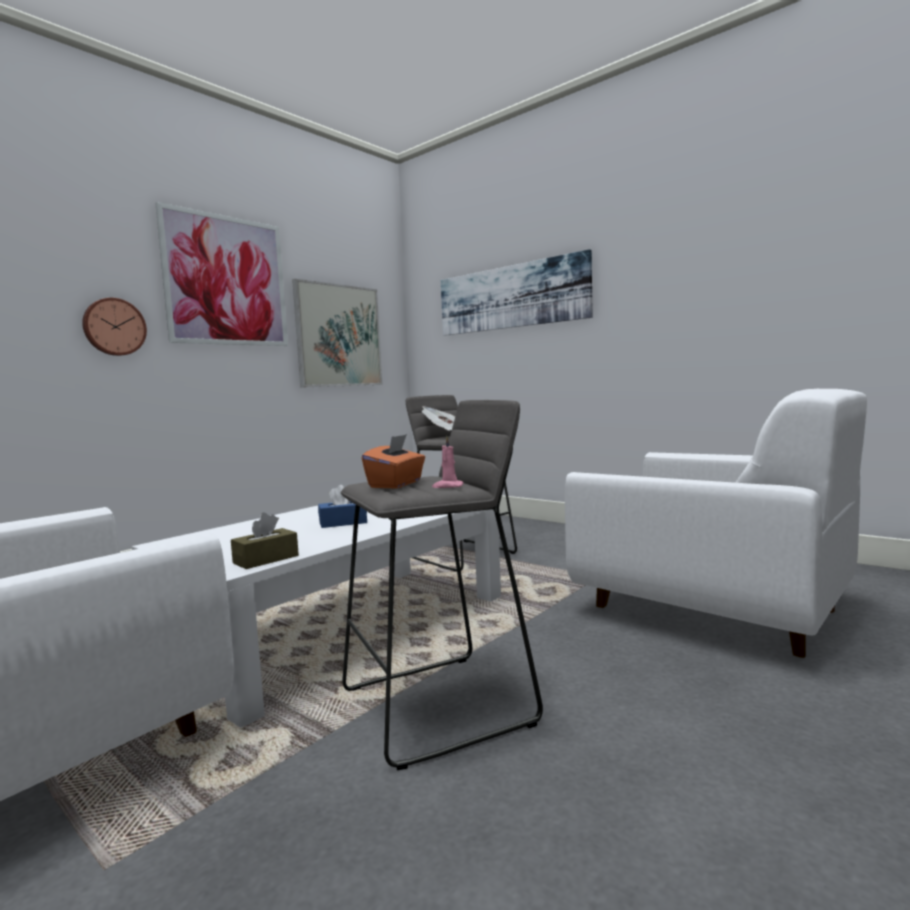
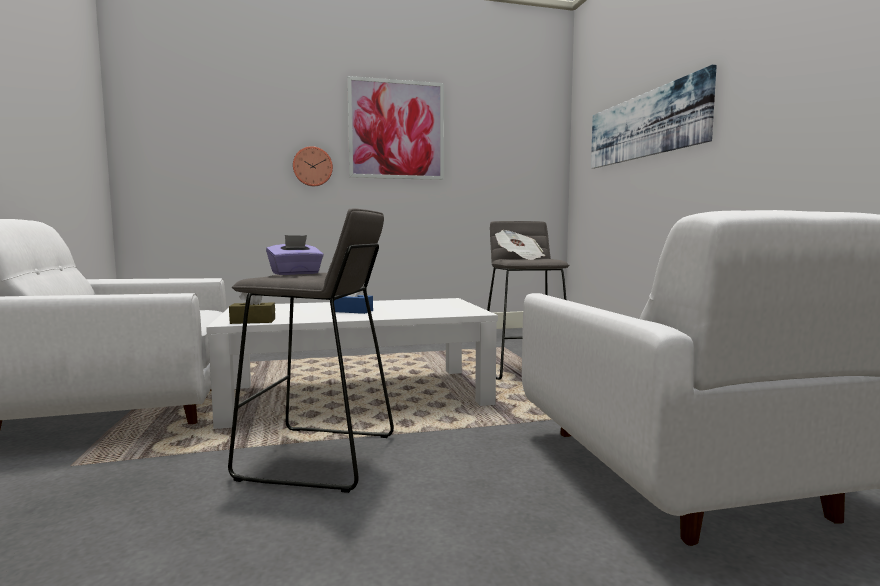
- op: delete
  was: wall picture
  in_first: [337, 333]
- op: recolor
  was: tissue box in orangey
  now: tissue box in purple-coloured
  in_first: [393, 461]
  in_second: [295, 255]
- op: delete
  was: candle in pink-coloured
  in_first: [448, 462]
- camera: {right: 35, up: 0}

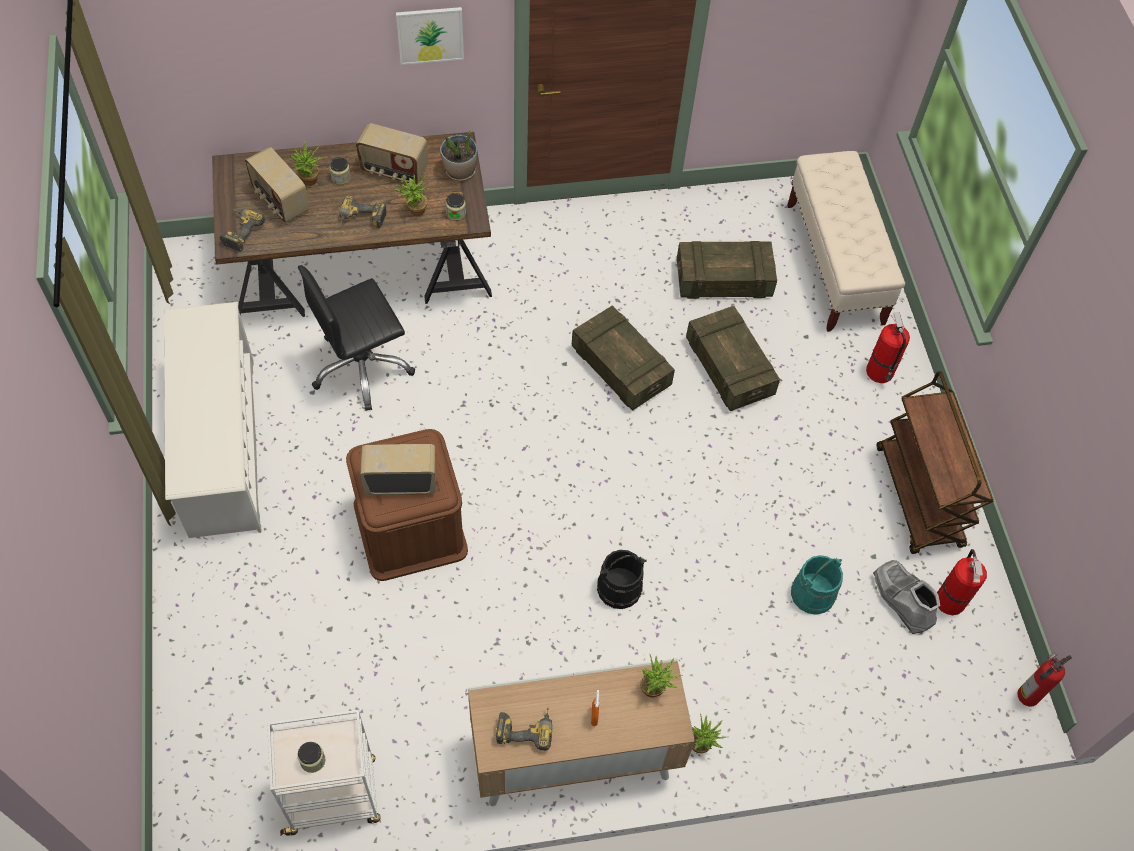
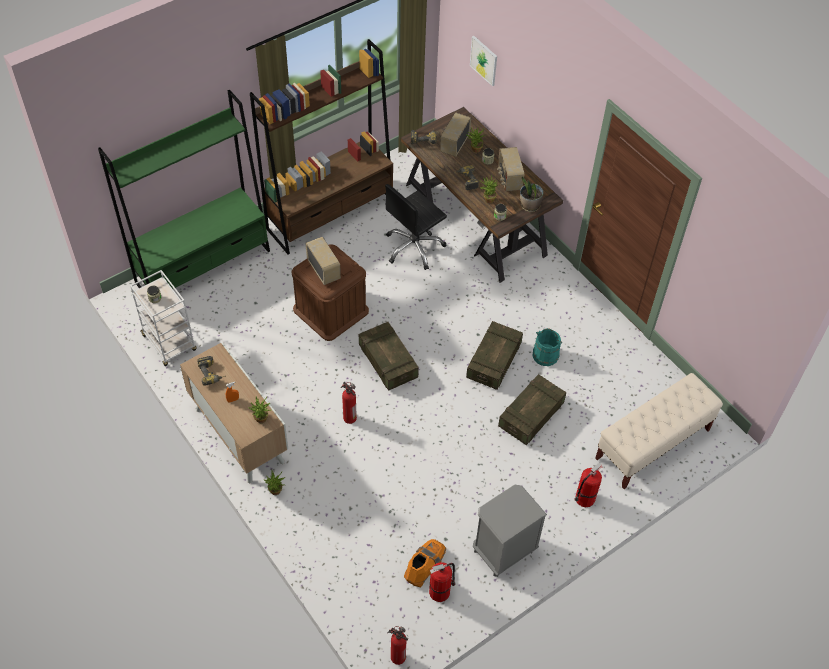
- op: move
  was: wall picture
  in_first: [430, 36]
  in_second: [483, 61]
- op: move
  was: shipping crate
  in_first: [727, 270]
  in_second: [389, 356]
- op: rotate
  was: computer chair in black
  in_first: [356, 338]
  in_second: [416, 227]
  clockwise: -75
- op: replace
  was: shoe rack in white
  now: shelving unit in brownish
  in_first: [213, 420]
  in_second: [321, 146]
- op: replace
  was: wheeled cart in brownish
  now: bedside table in gray
  in_first: [935, 462]
  in_second: [510, 531]
- op: replace
  was: bucket in black
  now: extinguisher
  in_first: [622, 579]
  in_second: [349, 403]
- op: move
  was: bucket in blue-green
  in_first: [817, 585]
  in_second: [547, 347]
- op: recolor
  was: high-top boot in gray
  now: high-top boot in orangey
  in_first: [906, 597]
  in_second: [425, 563]
- op: insert
  now: shelving unit in greenish
  in_second: [184, 189]
- camera: {right: 65, up: -5}

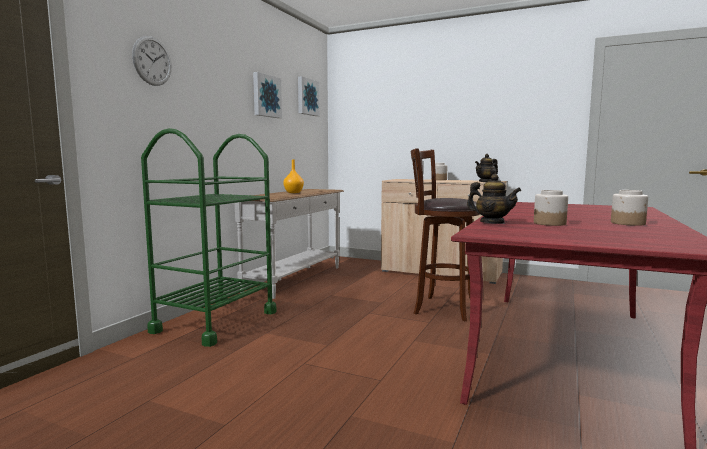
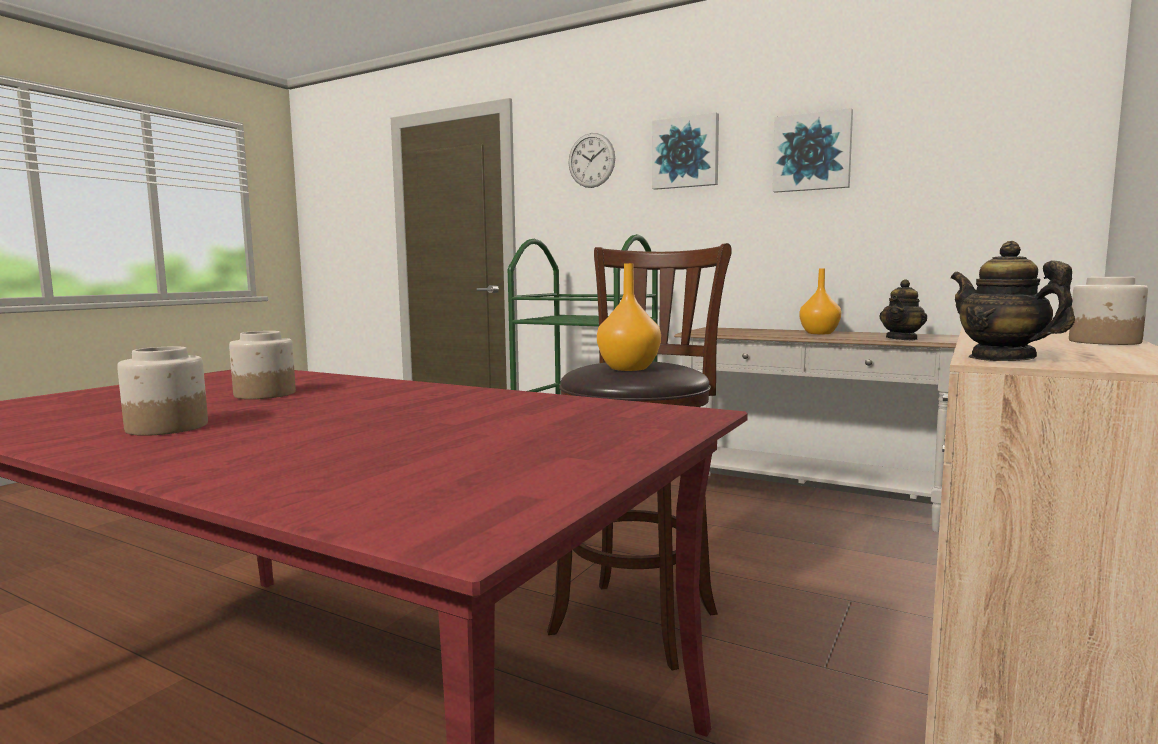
- op: move
  was: wall picture
  in_first: [309, 96]
  in_second: [685, 151]
- op: move
  was: tea pot
  in_first: [494, 199]
  in_second: [903, 309]
- op: insert
  now: flower vase in orangey
  in_second: [629, 317]
- camera: {right: 95, up: 0}

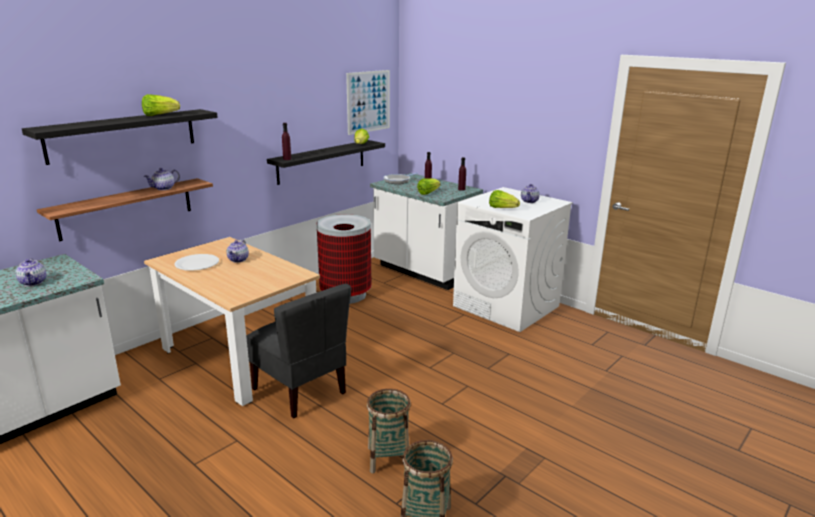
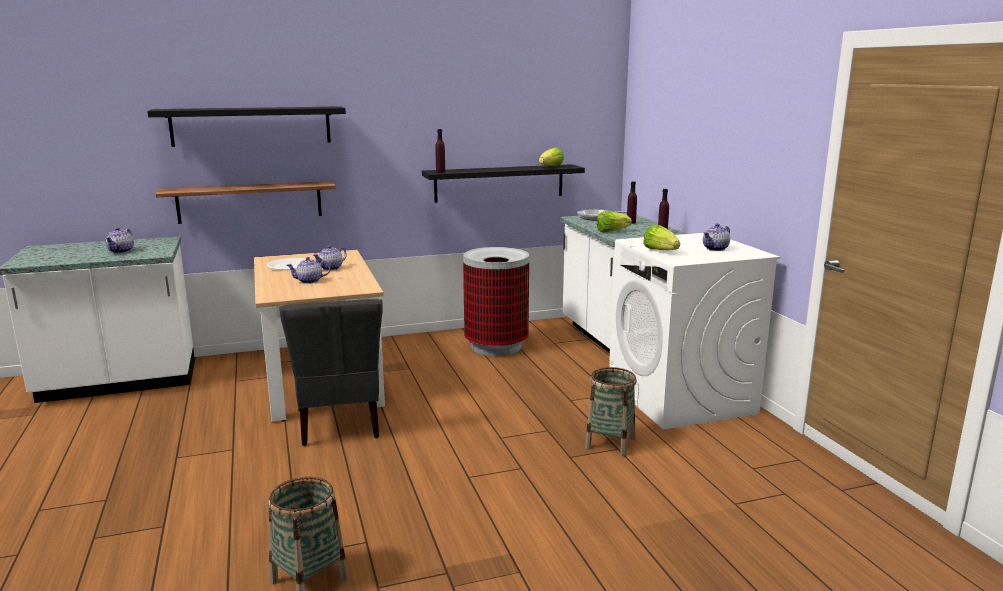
- op: delete
  was: wall picture
  in_first: [368, 102]
- op: delete
  was: lettuce head
  in_first: [161, 105]
- op: move
  was: tea pot
  in_first: [162, 179]
  in_second: [308, 270]
- op: move
  was: basket
  in_first: [389, 431]
  in_second: [611, 411]
- camera: {right: 30, up: -5}

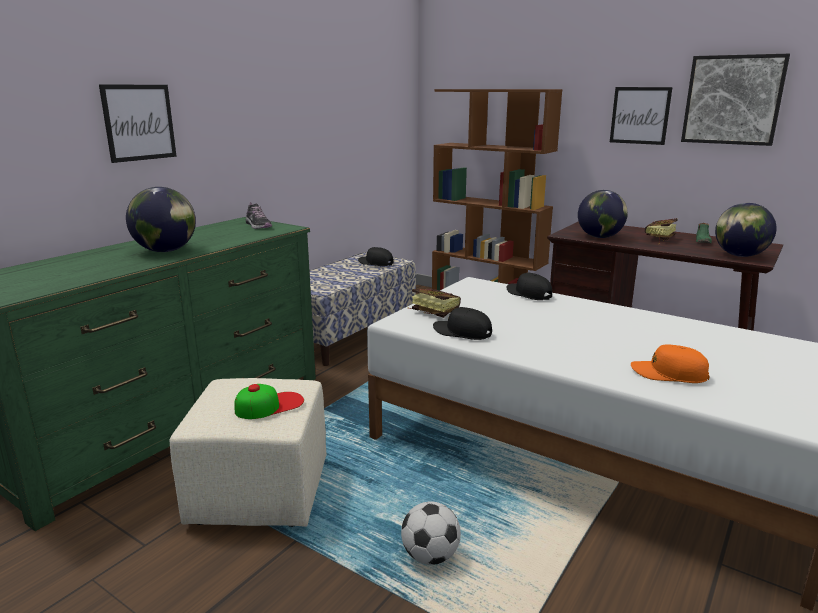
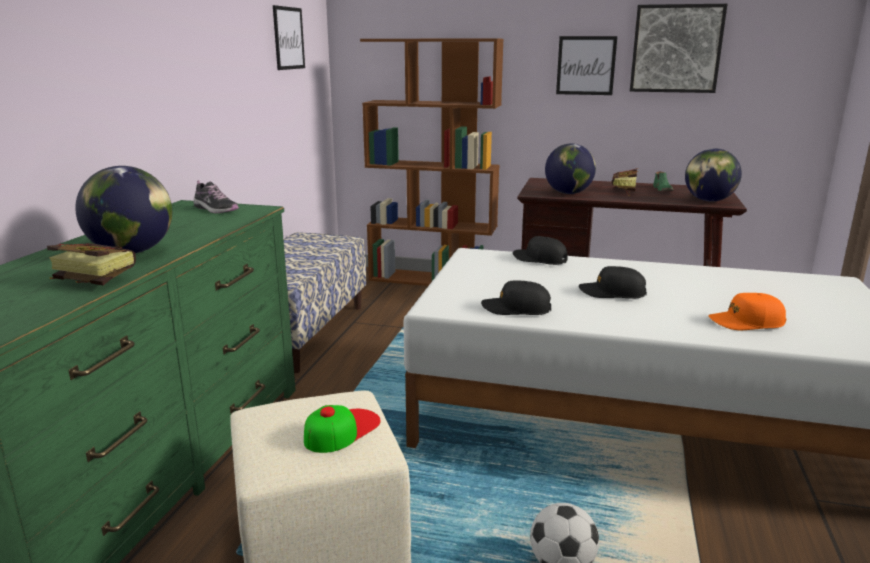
- op: move
  was: wall picture
  in_first: [138, 123]
  in_second: [289, 37]
- op: move
  was: peaked cap in black
  in_first: [376, 256]
  in_second: [613, 282]
- op: move
  was: volume
  in_first: [434, 303]
  in_second: [91, 264]
- camera: {right: -20, up: 0}

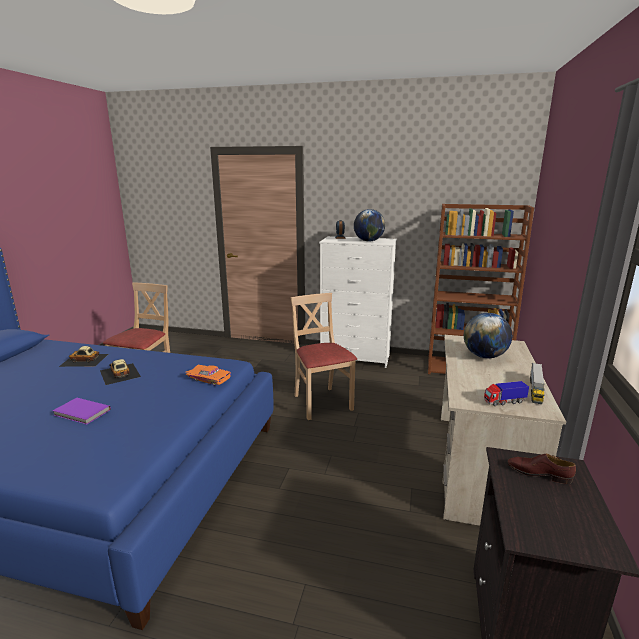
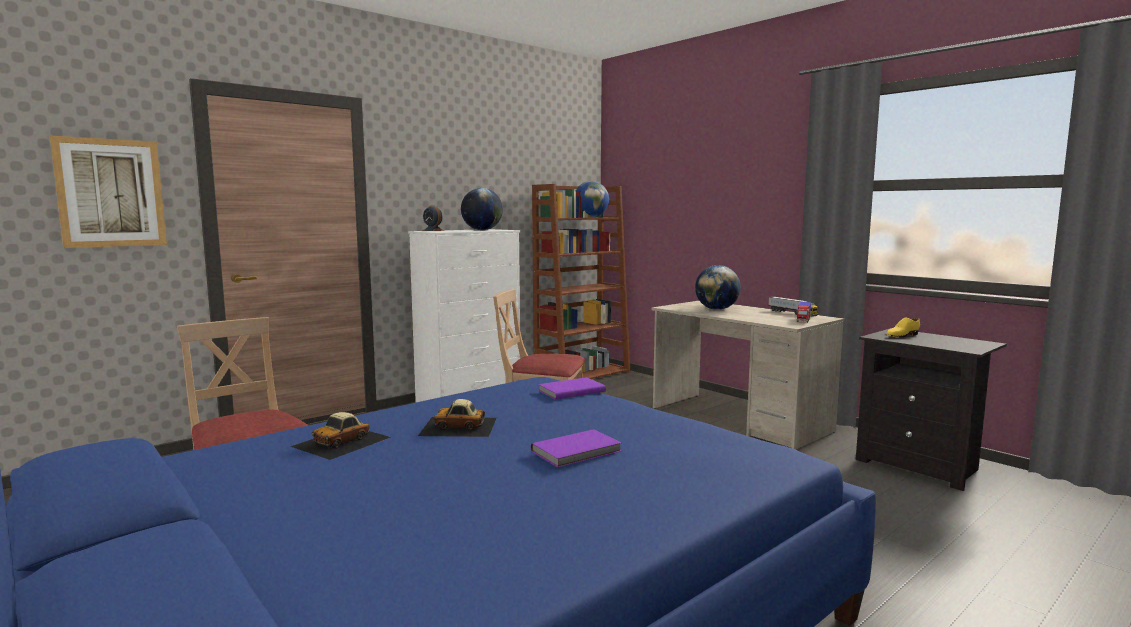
- op: replace
  was: model car in orangey
  now: volume in purple-coloured
  in_first: [208, 375]
  in_second: [572, 388]
- op: recolor
  was: item of footwear in brownish
  now: item of footwear in yellow
  in_first: [541, 469]
  in_second: [903, 328]
- op: insert
  now: wall picture
  in_second: [108, 192]
- op: insert
  now: desk globe
  in_second: [592, 199]
- camera: {right: -55, up: -10}

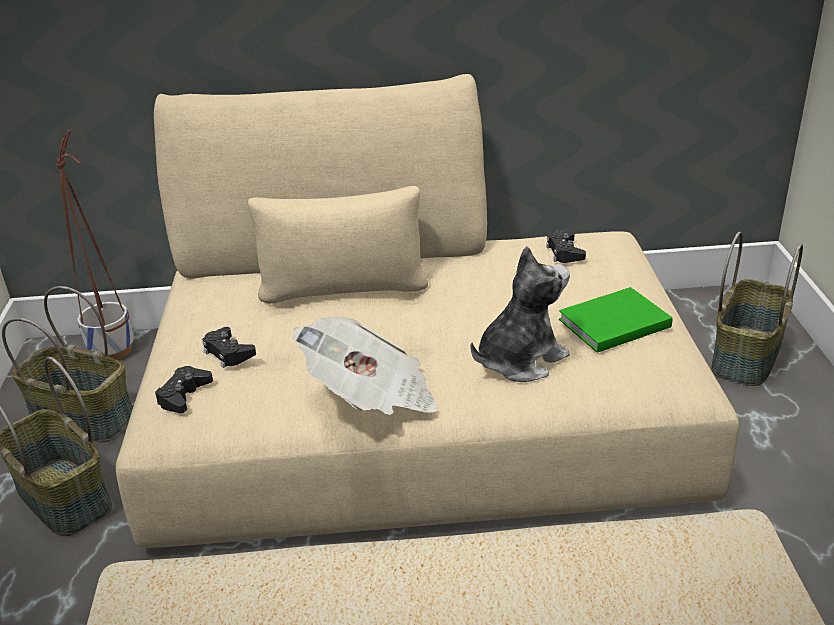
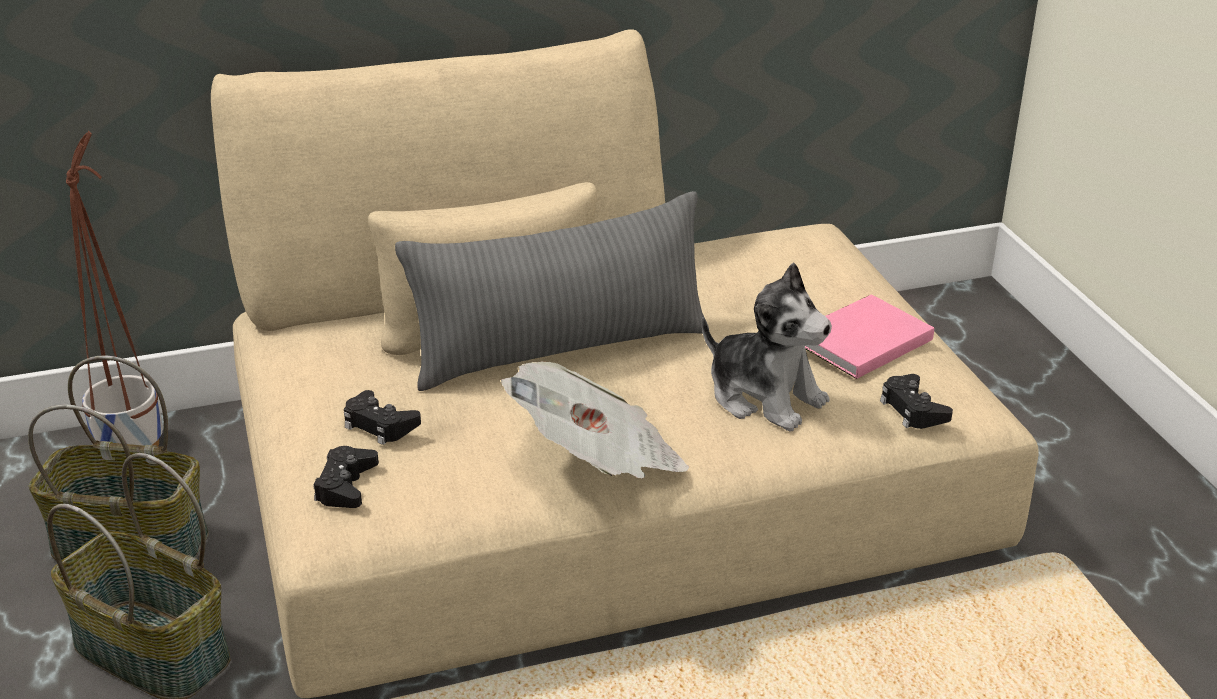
- op: move
  was: gamepad in black
  in_first: [566, 247]
  in_second: [916, 401]
- op: delete
  was: basket
  in_first: [757, 309]
- op: rotate
  was: cuddly toy
  in_first: [520, 314]
  in_second: [767, 347]
  clockwise: 90
- op: recolor
  was: volume in greenish
  now: volume in pink-coloured
  in_first: [616, 320]
  in_second: [869, 336]
- op: insert
  now: throw pillow in gray
  in_second: [552, 291]
- camera: {right: -15, up: 0}

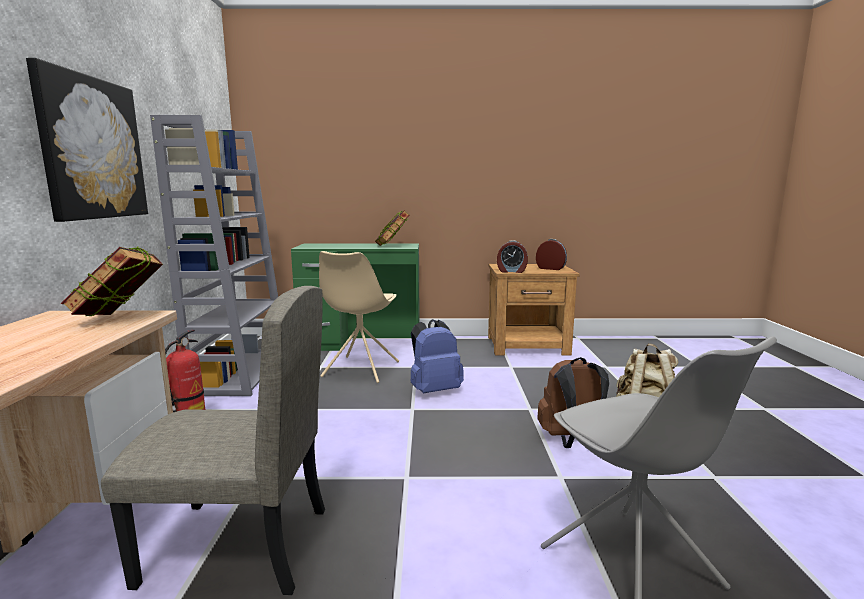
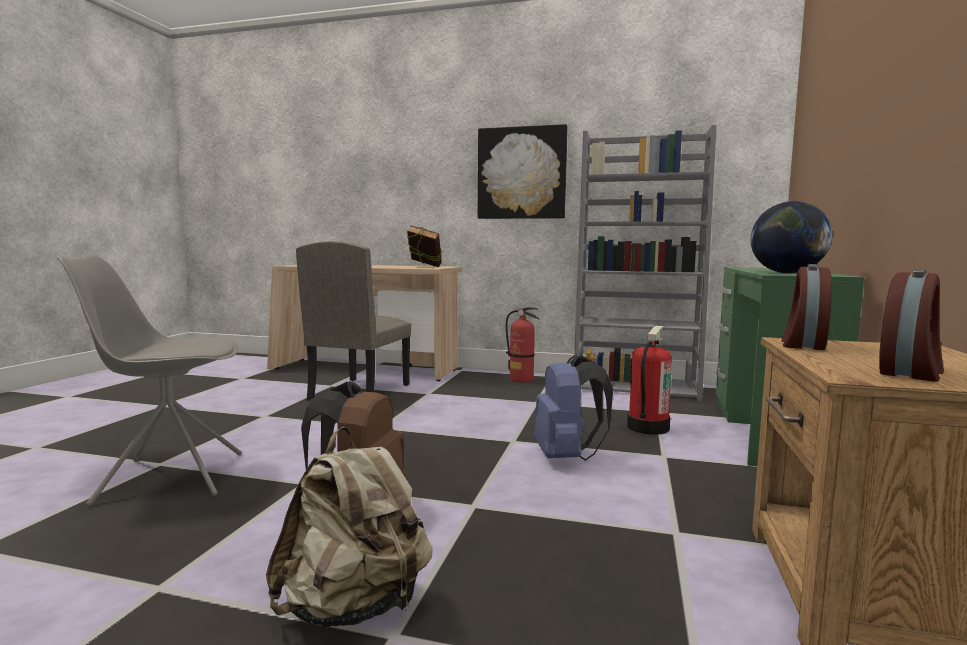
- op: replace
  was: volume
  now: desk globe
  in_first: [392, 228]
  in_second: [791, 237]
- op: replace
  was: upright chair in sand-coloured
  now: extinguisher
  in_first: [359, 317]
  in_second: [649, 380]
- camera: {right: 105, up: -5}

